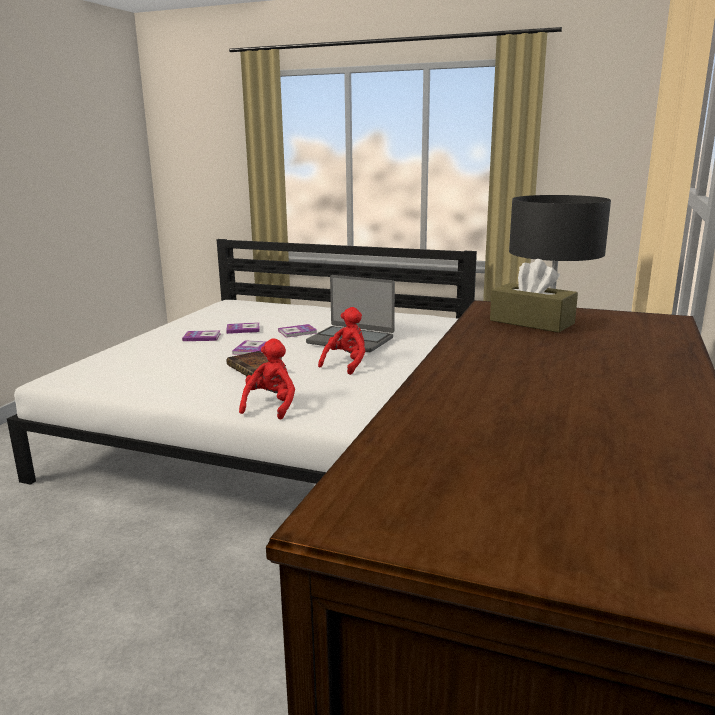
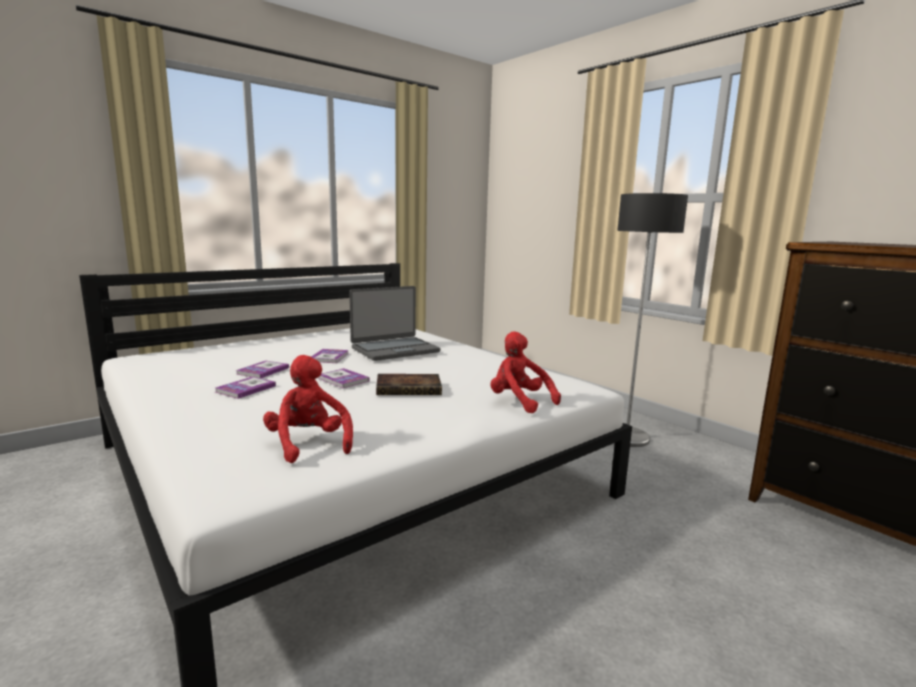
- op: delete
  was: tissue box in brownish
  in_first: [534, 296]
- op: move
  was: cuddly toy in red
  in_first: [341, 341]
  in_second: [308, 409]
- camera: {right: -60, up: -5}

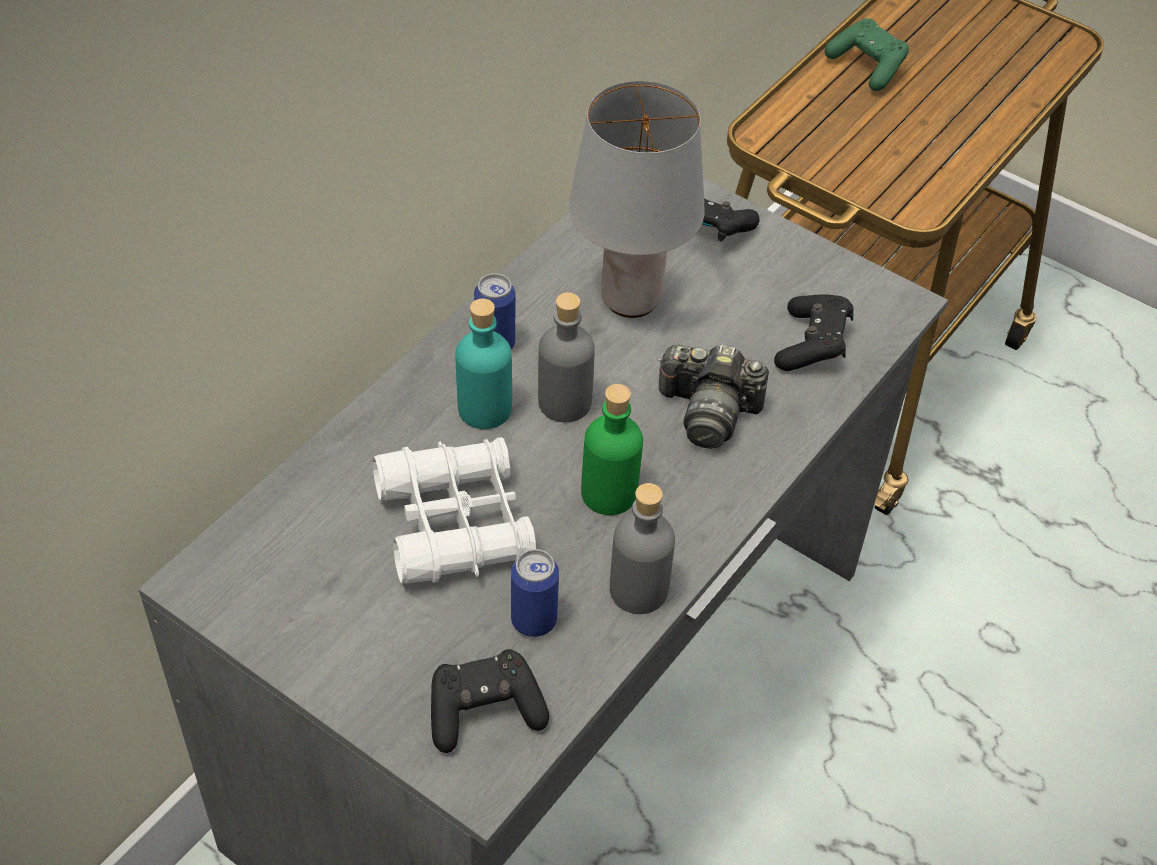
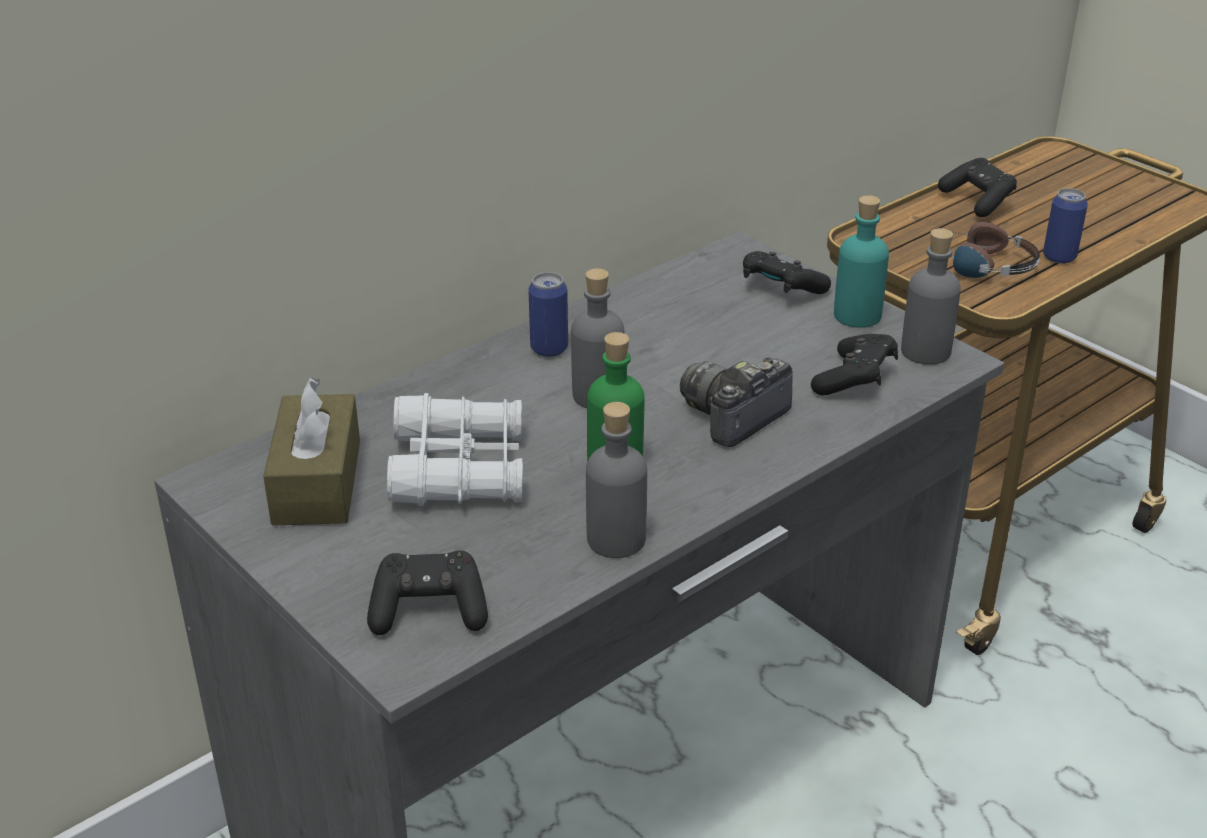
- op: recolor
  was: gamepad in greenish
  now: gamepad in black
  in_first: [867, 54]
  in_second: [977, 187]
- op: delete
  was: table lamp in gray
  in_first: [636, 199]
- op: move
  was: bottle in blue-green
  in_first: [483, 363]
  in_second: [861, 261]
- op: rotate
  was: photo camera
  in_first: [713, 396]
  in_second: [736, 402]
  clockwise: 105
- op: move
  was: sealed can
  in_first: [535, 593]
  in_second: [1065, 226]
- op: insert
  now: pair of headphones
  in_second: [984, 250]
- op: insert
  now: bottle in gray
  in_second: [931, 296]
- op: insert
  now: tissue box in brownish
  in_second: [311, 451]
- camera: {right: 15, up: -15}

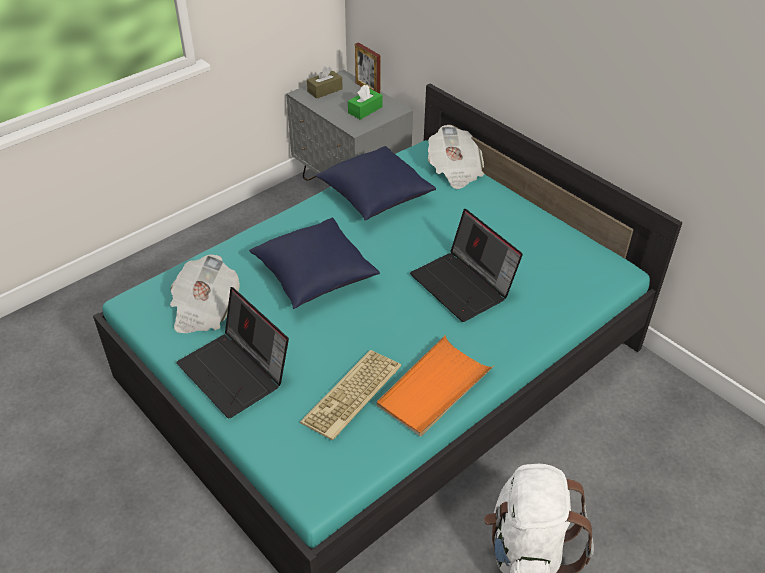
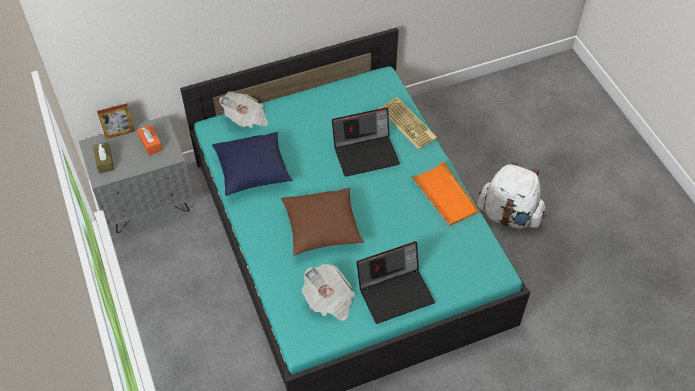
- op: recolor
  was: tissue box in greenish
  now: tissue box in orangey
  in_first: [365, 102]
  in_second: [149, 140]
- op: recolor
  was: throw pillow in blue
  now: throw pillow in brownish
  in_first: [314, 263]
  in_second: [322, 221]
- op: move
  was: computer keyboard
  in_first: [350, 395]
  in_second: [408, 123]
- camera: {right: -70, up: 10}

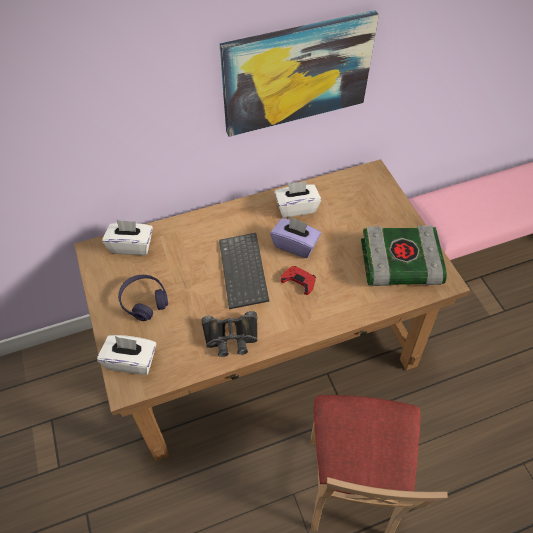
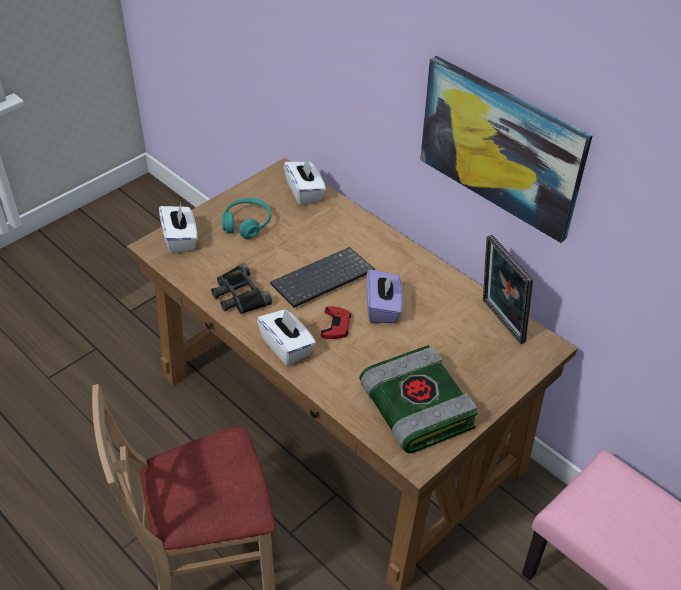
- op: move
  was: tissue box in white
  in_first: [297, 199]
  in_second: [286, 337]
- op: recolor
  was: pair of headphones in purple-coloured
  now: pair of headphones in blue-green
  in_first: [143, 298]
  in_second: [246, 218]
- op: insert
  now: picture frame
  in_second: [508, 289]
- camera: {right: 65, up: -10}

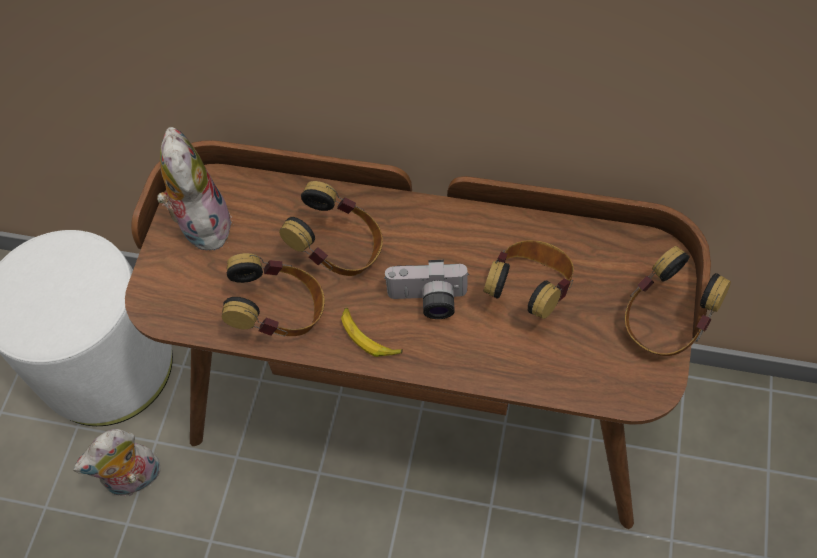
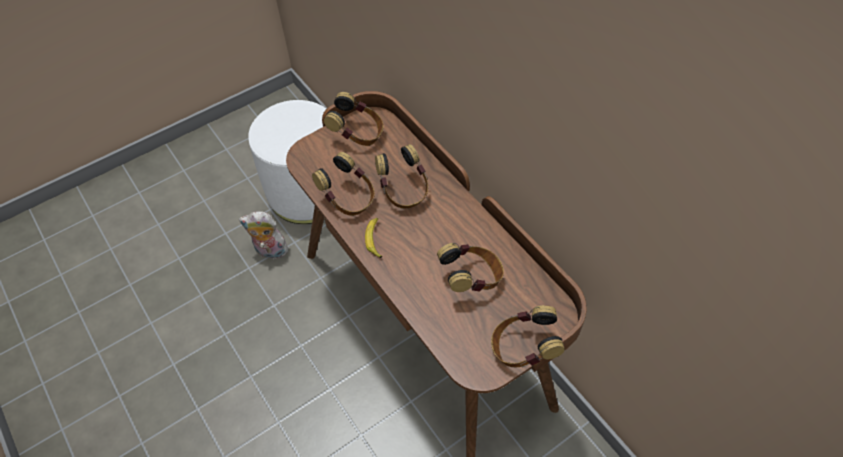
- op: replace
  was: cuddly toy
  now: pair of headphones
  in_first: [194, 188]
  in_second: [354, 119]
- op: delete
  was: photo camera
  in_first: [426, 289]
- camera: {right: 40, up: -5}

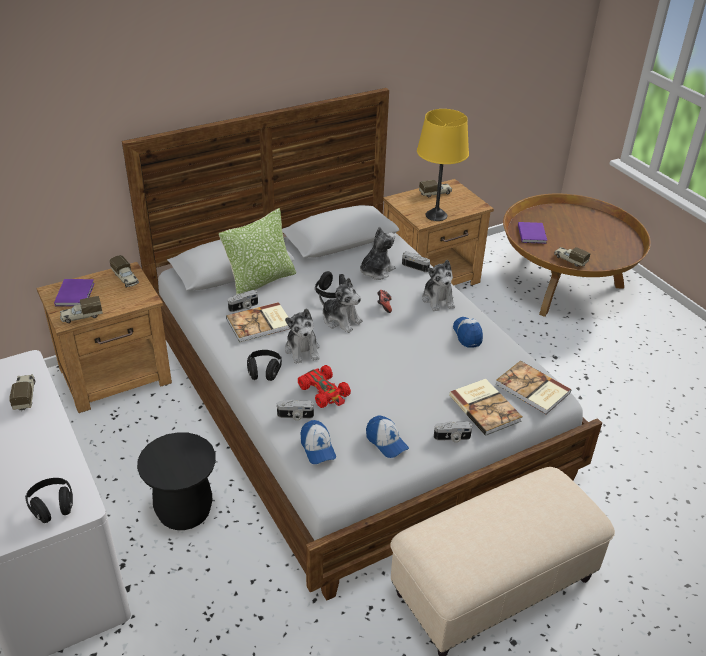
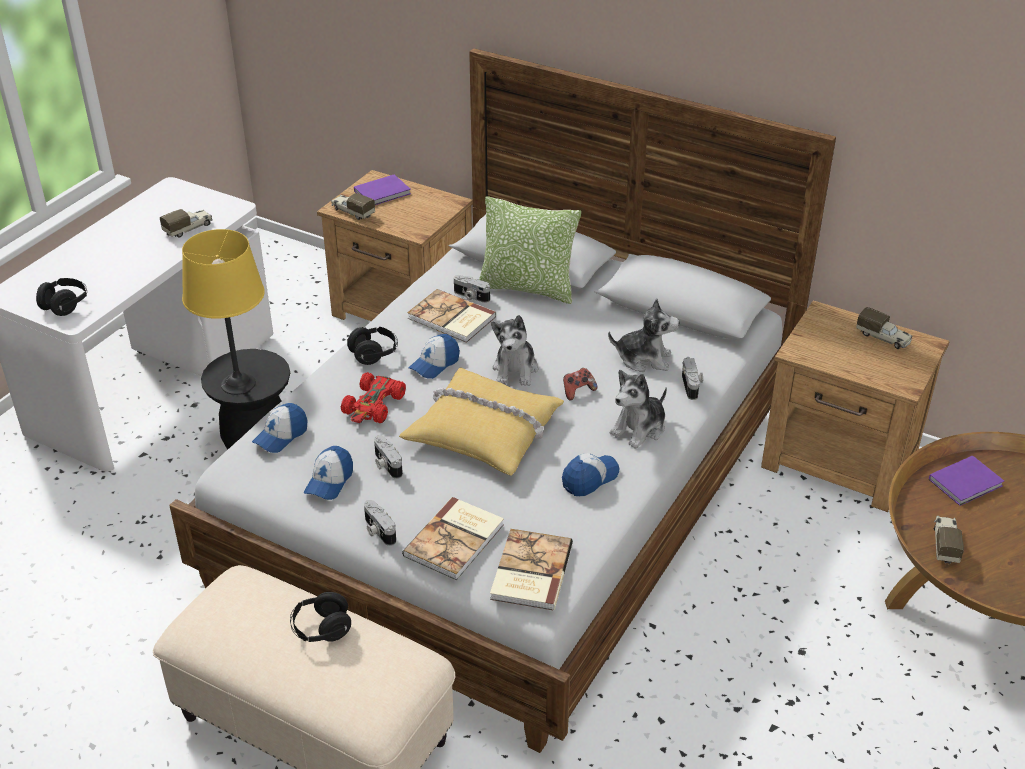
- op: move
  was: table lamp in yellow
  in_first: [443, 165]
  in_second: [223, 312]
- op: delete
  was: model truck
  in_first: [124, 271]
- op: move
  was: pair of headphones in black
  in_first: [330, 284]
  in_second: [320, 617]
- op: replace
  was: cuddly toy
  now: peaked cap
  in_first: [302, 336]
  in_second: [434, 356]
- op: move
  was: photo camera
  in_first: [295, 410]
  in_second: [388, 457]
- op: insert
  now: throw pillow in yellow
  in_second: [481, 421]
- camera: {right: 60, up: 0}

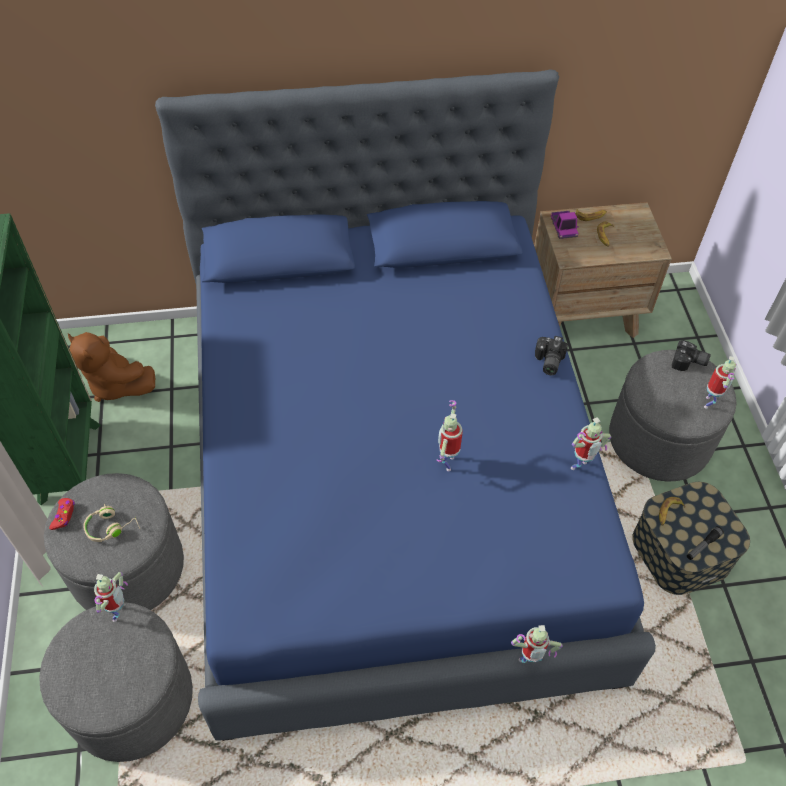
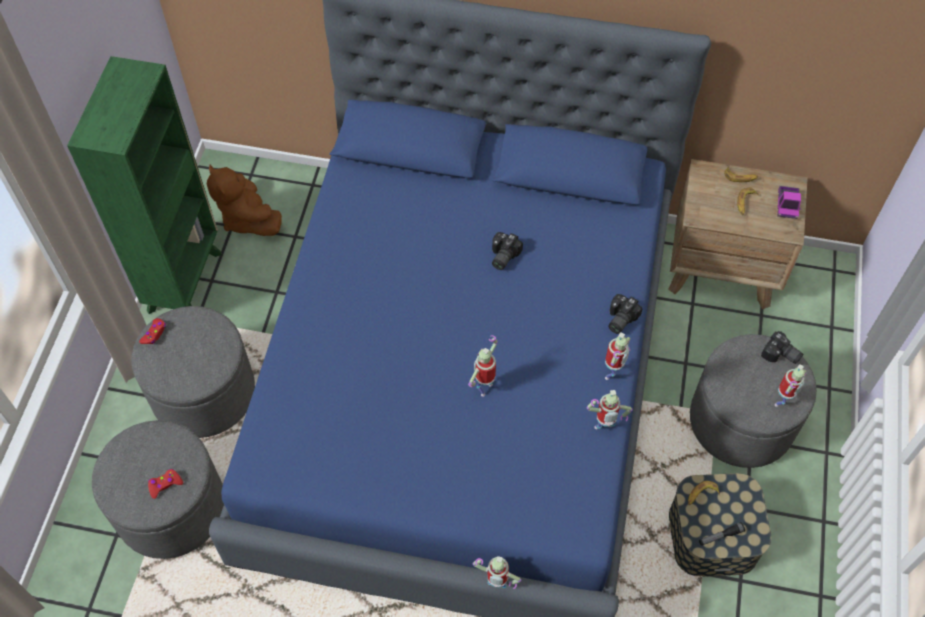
- op: move
  was: model truck
  in_first: [565, 225]
  in_second: [789, 202]
- op: delete
  was: pair of headphones in sand-coloured
  in_first: [111, 523]
- op: move
  was: toy robot
  in_first: [111, 597]
  in_second: [617, 356]
- op: insert
  now: photo camera
  in_second: [507, 251]
- op: insert
  now: gamepad in red
  in_second: [165, 484]
- camera: {right: 20, up: 5}

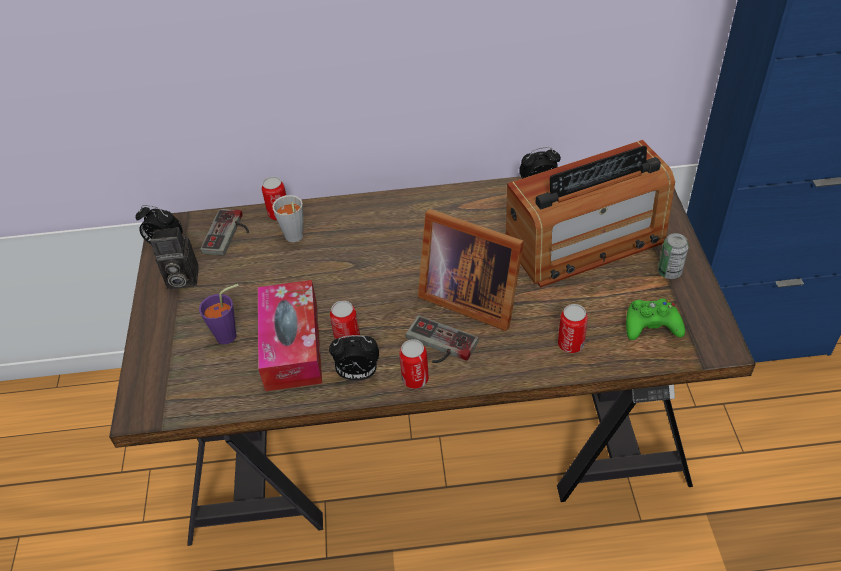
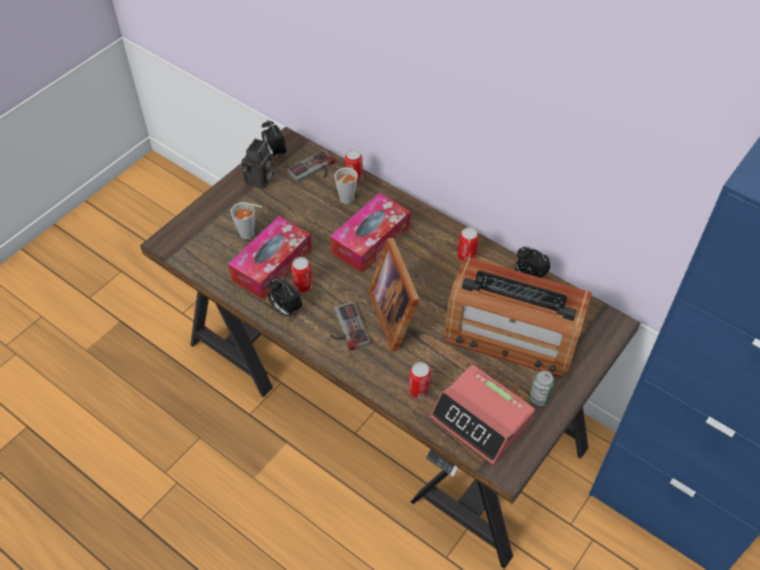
- op: rotate
  was: photo camera
  in_first: [174, 258]
  in_second: [258, 164]
  clockwise: -105
- op: recolor
  was: drinking cup in purple-coloured
  now: drinking cup in gray
  in_first: [219, 314]
  in_second: [246, 220]
- op: replace
  was: gamepad in greenish
  now: bedside clock
  in_first: [655, 319]
  in_second: [482, 415]
- op: move
  was: sealed can
  in_first: [414, 364]
  in_second: [468, 244]
- op: insert
  now: tissue box
  in_second: [370, 233]
- camera: {right: 40, up: 5}

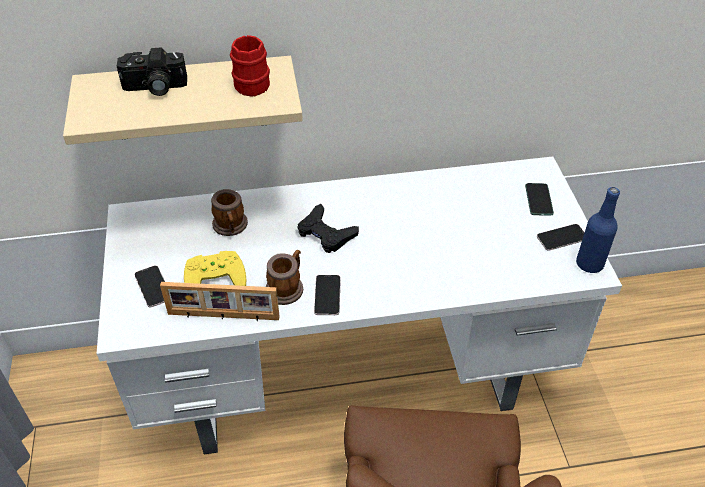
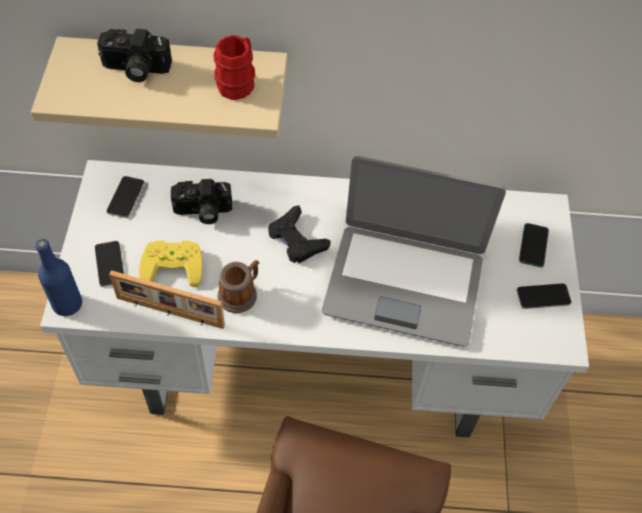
- op: move
  was: bottle in blue
  in_first: [598, 230]
  in_second: [58, 277]
- op: replace
  was: tea mug
  now: photo camera
  in_first: [229, 212]
  in_second: [201, 201]
- op: move
  was: phone
  in_first: [327, 295]
  in_second: [125, 197]
- op: insert
  now: notebook computer
  in_second: [414, 251]
- camera: {right: 10, up: 10}

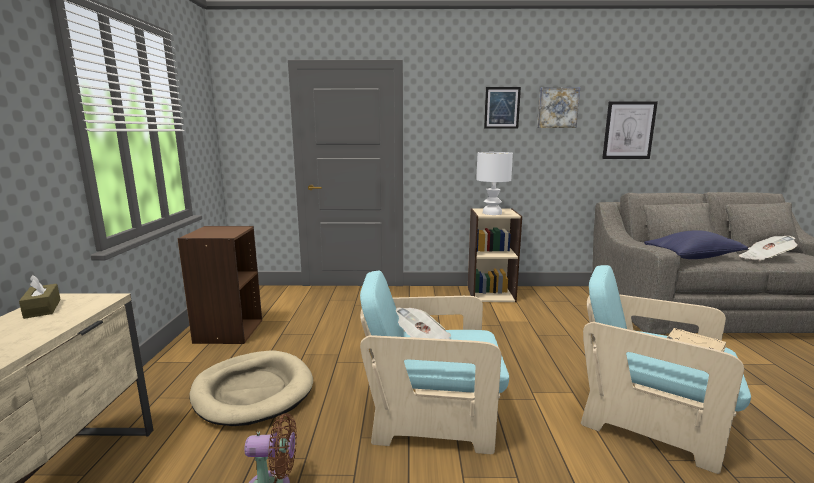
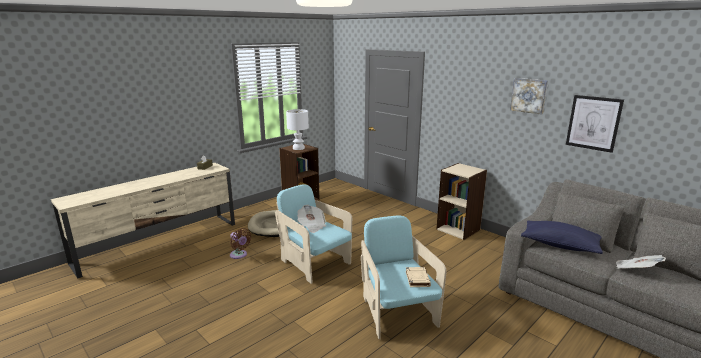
- op: delete
  was: wall picture
  in_first: [502, 108]
- op: move
  was: table lamp in white
  in_first: [494, 183]
  in_second: [297, 129]
- camera: {right: 45, up: 5}

